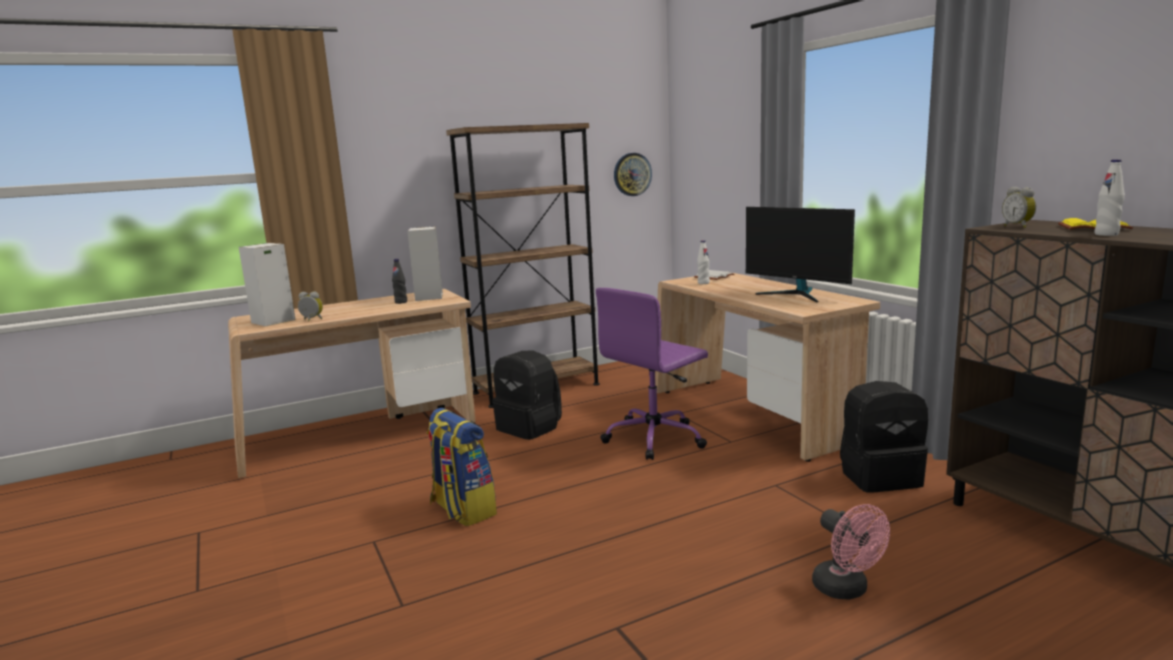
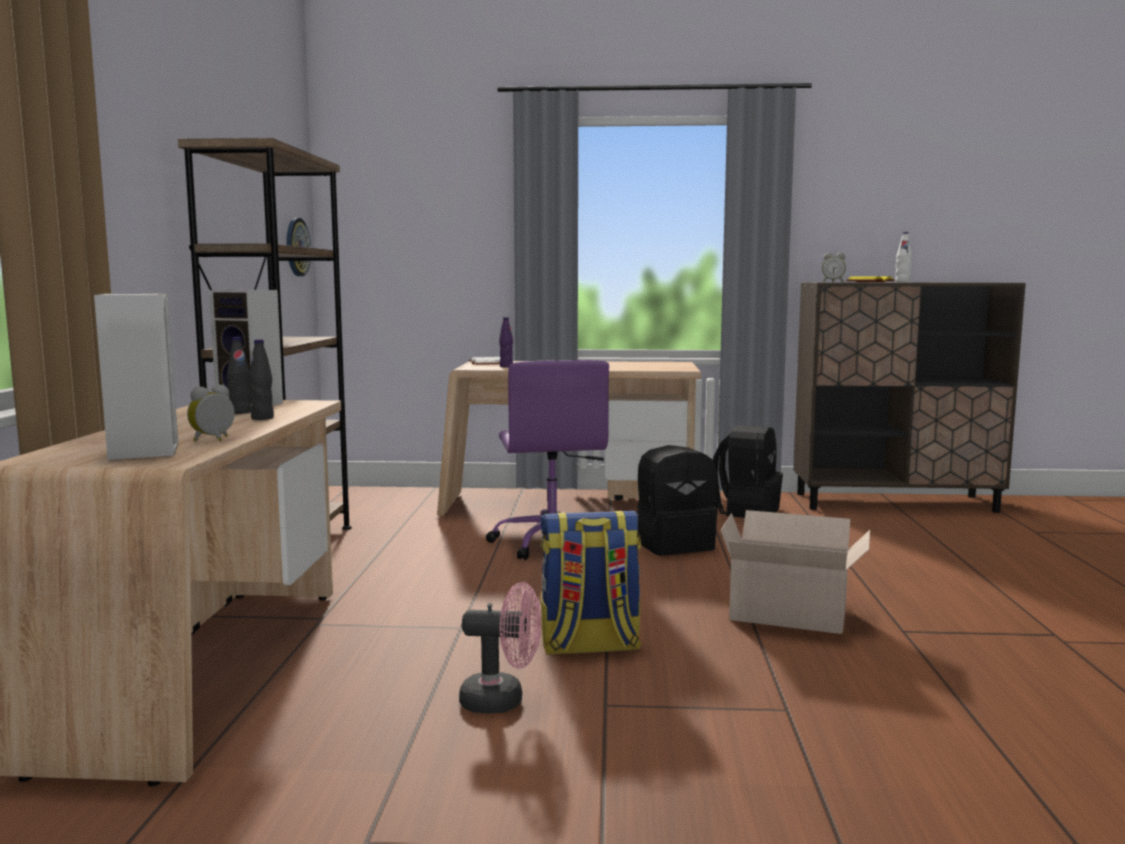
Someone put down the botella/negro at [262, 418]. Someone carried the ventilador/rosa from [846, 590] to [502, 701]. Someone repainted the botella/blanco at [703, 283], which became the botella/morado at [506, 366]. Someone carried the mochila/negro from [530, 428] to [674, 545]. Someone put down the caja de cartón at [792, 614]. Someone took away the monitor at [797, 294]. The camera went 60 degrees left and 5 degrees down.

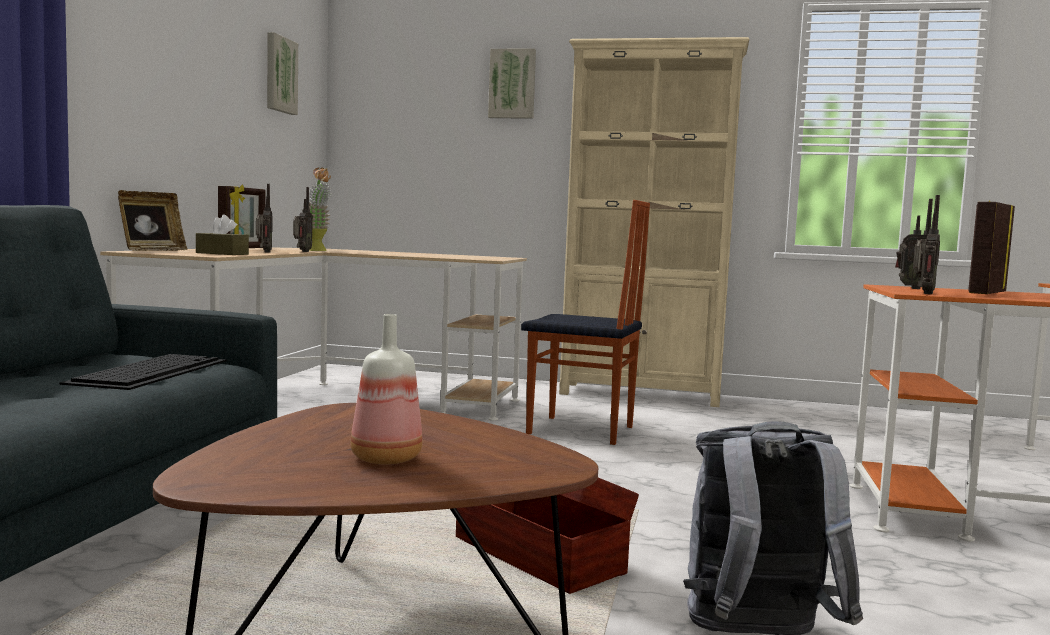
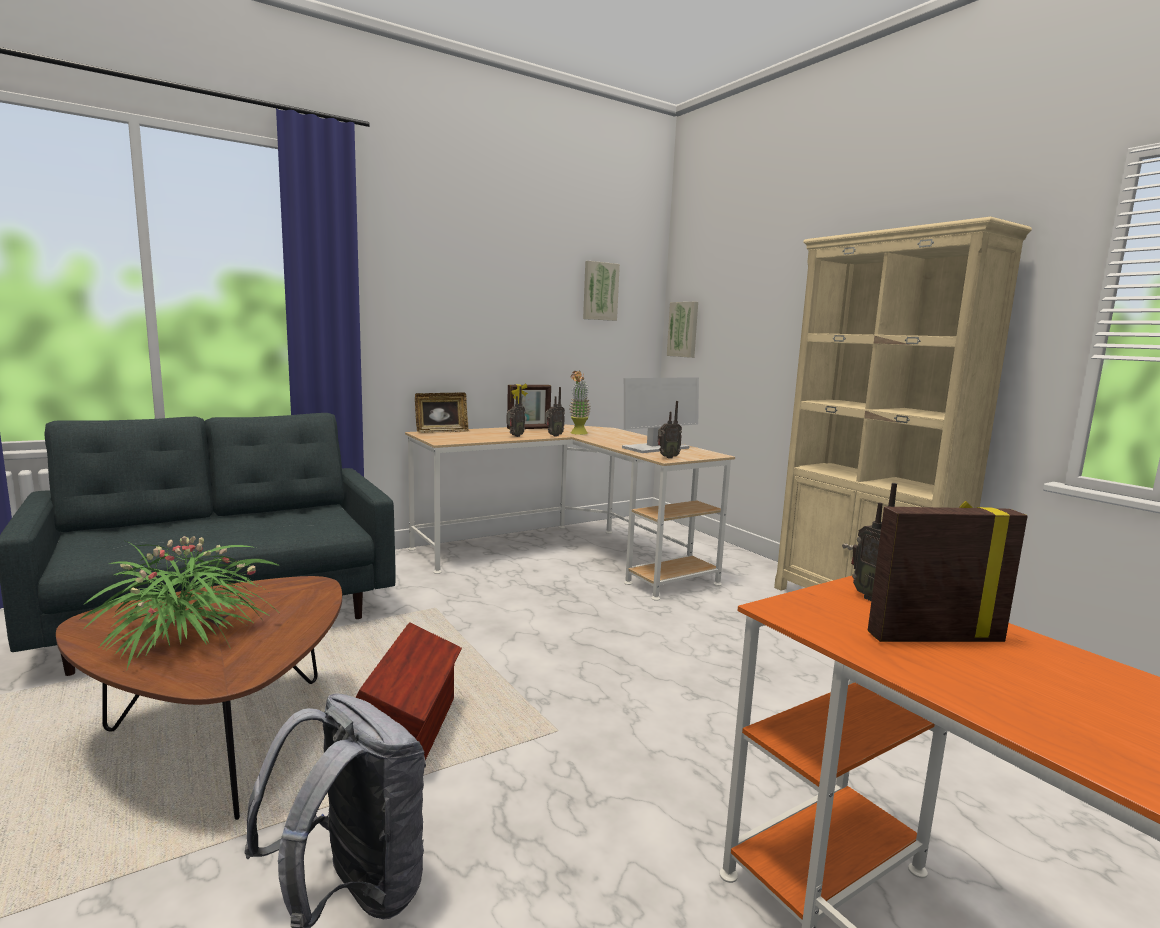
Someone swapped the botella at [386, 459] for the planta en maceta at [185, 634]. Someone put down the monitor at [655, 448]. Someone carried the radio from [922, 293] to [667, 457]. Someone carried the cuadro from [512, 84] to [684, 329]. Someone took away the teclado at [151, 371]. Someone took away the caja de pañuelos/marrón at [222, 253]. Someone took away the silla at [581, 431]. The camera went 45 degrees right and 5 degrees up.

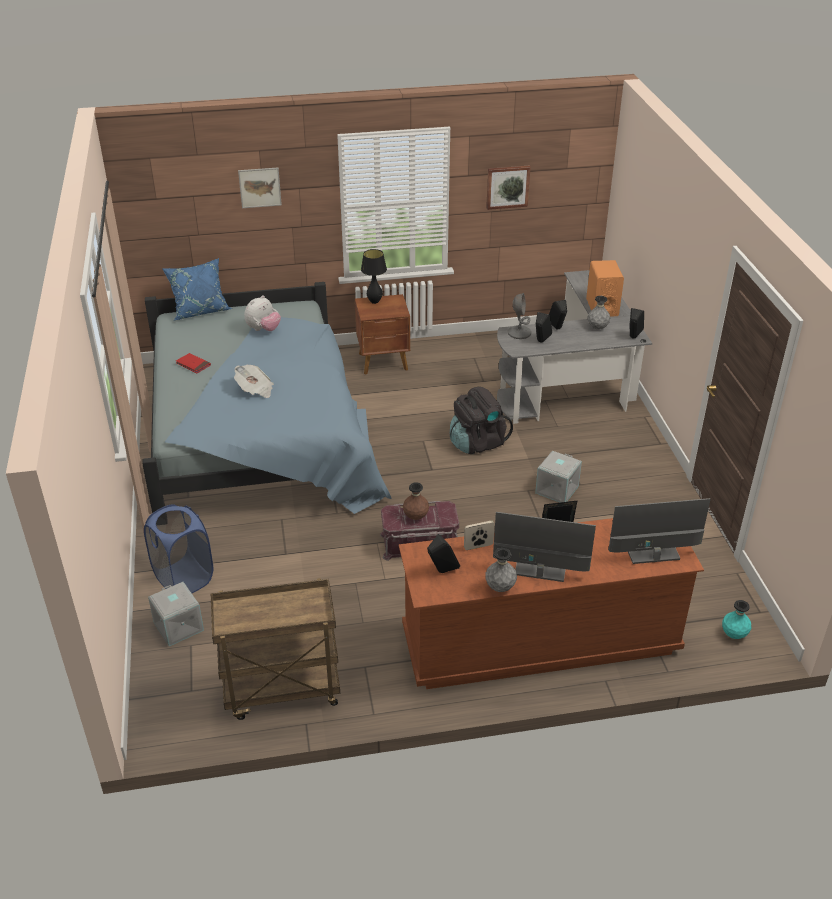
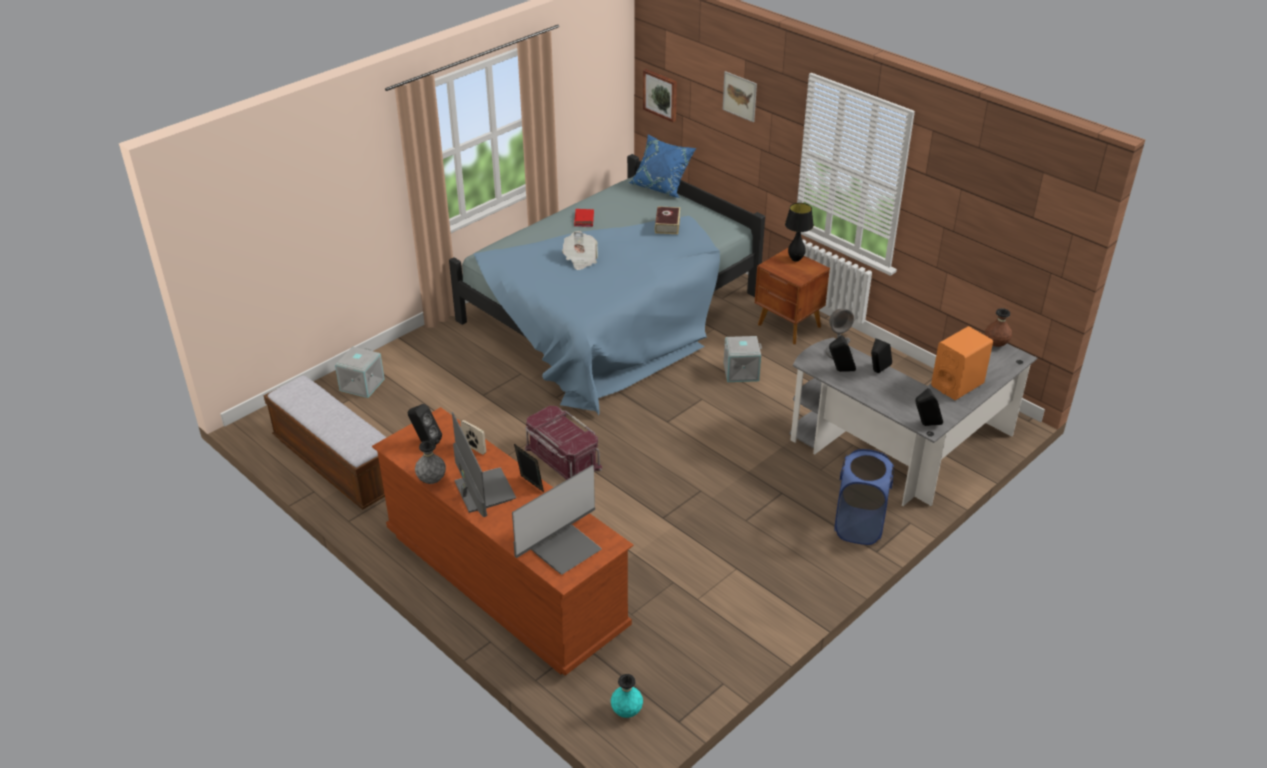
Someone swapped the carrito/marrón at [281, 691] for the banco at [336, 464]. Someone rotated the monitor at [649, 547] by 90 degrees clockwise. Someone carried the cuadro from [507, 186] to [661, 95]. Someone swapped the peluche at [263, 329] for the libro at [667, 225]. Someone carried the caja de almacenaje/gris from [556, 489] to [741, 371]. Someone carried the cesto de la ropa/azul from [183, 578] to [858, 526]. Someone carried the florero/marrón from [416, 517] to [996, 344]. Someone took away the mochila/negro at [477, 443]. Someone took away the florero/gris at [597, 328]. The camera went 55 degrees right and 0 degrees up.

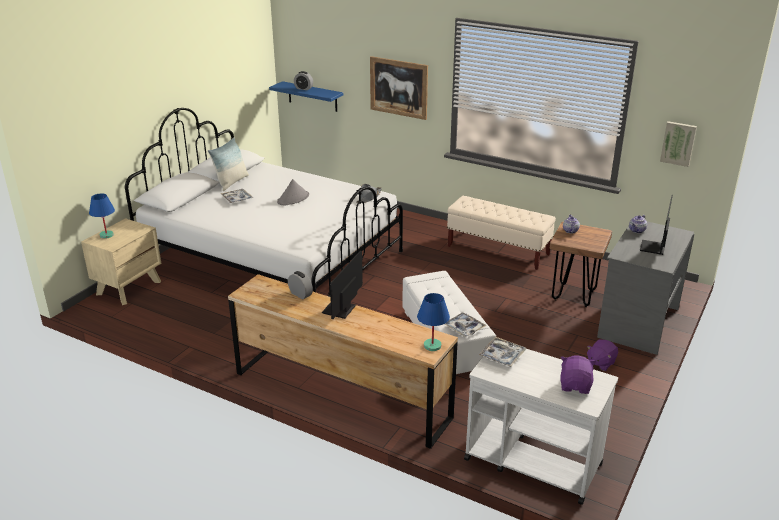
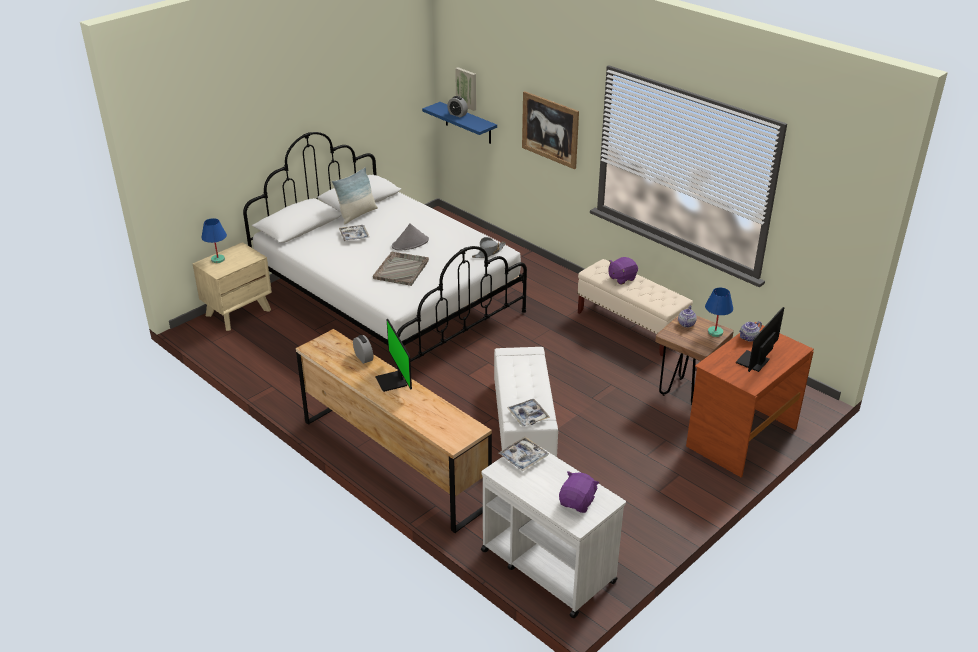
Someone put down the bandeja/gris at [401, 269]. Someone rotated the monitor at [340, 310] by 60 degrees counterclockwise. Someone carried the cuadro from [678, 143] to [467, 88]. Someone carried the peluche/morado from [600, 363] to [621, 278]. Someone repainted the escritorio/gris at [637, 322], which became the escritorio/marrón at [740, 436]. Someone carried the lámpara de mesa/azul from [432, 345] to [715, 332]. The camera went 15 degrees right and 5 degrees up.

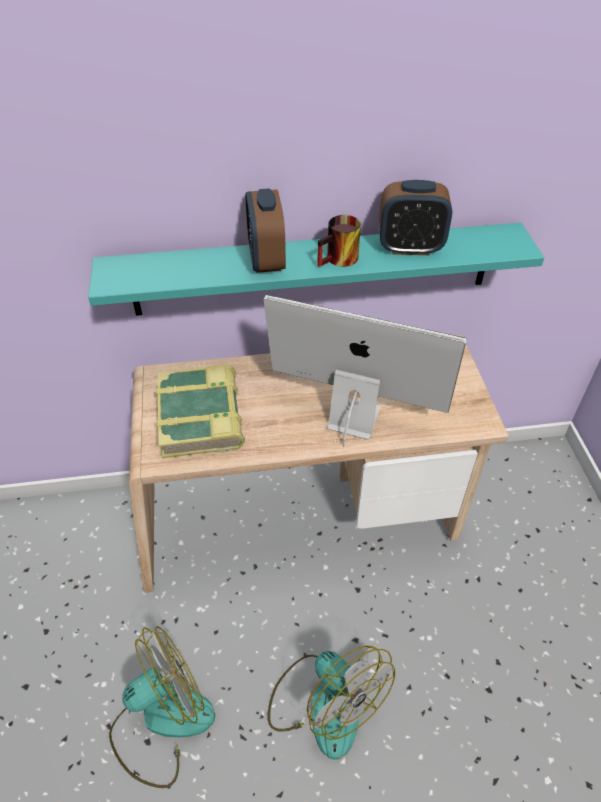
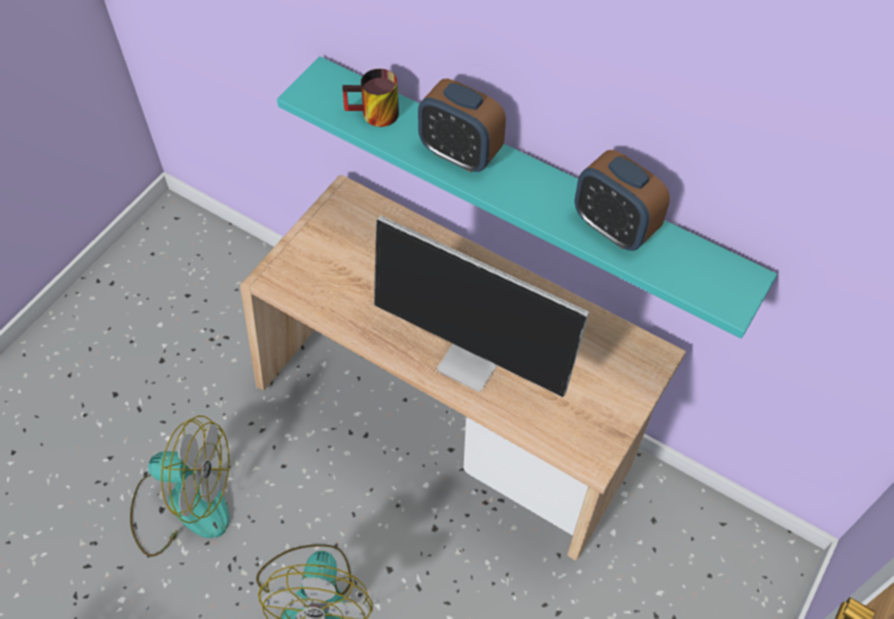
Someone carried the taza grande from [340, 261] to [374, 116]. Someone rotated the monitor at [352, 418] by 150 degrees clockwise. Someone rotated the despertador at [266, 260] by 90 degrees counterclockwise. Someone took away the libro at [201, 417]. The camera went 40 degrees right and 10 degrees up.

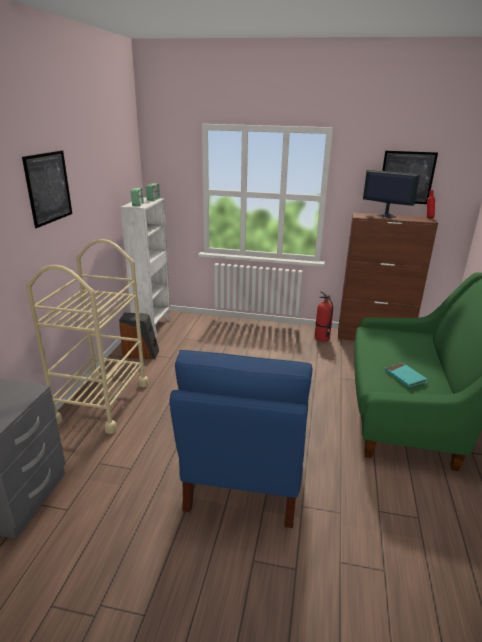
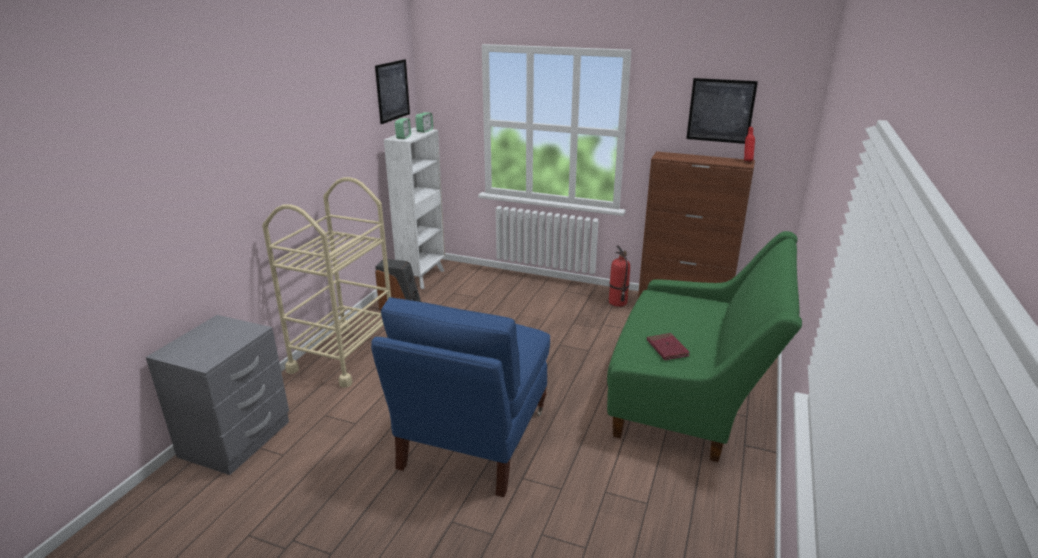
Someone carried the cuadro from [48, 188] to [392, 91]. Someone repainted the libro/turquesa at [404, 376], which became the libro/rojo at [667, 348]. Someone took away the monitor at [385, 216]. The camera went 10 degrees right and 0 degrees up.

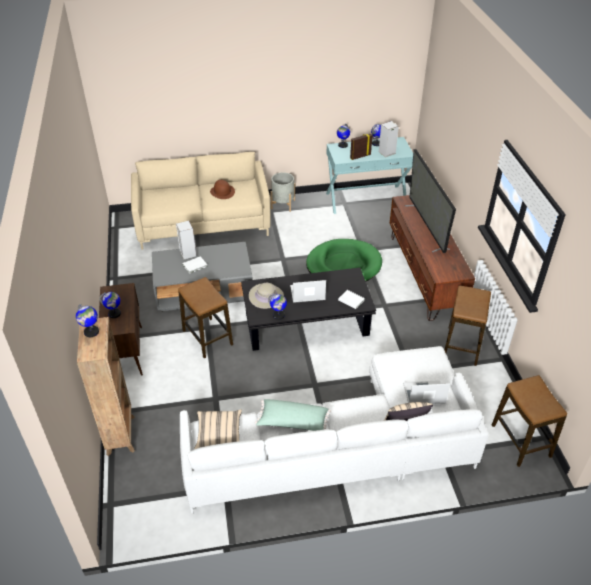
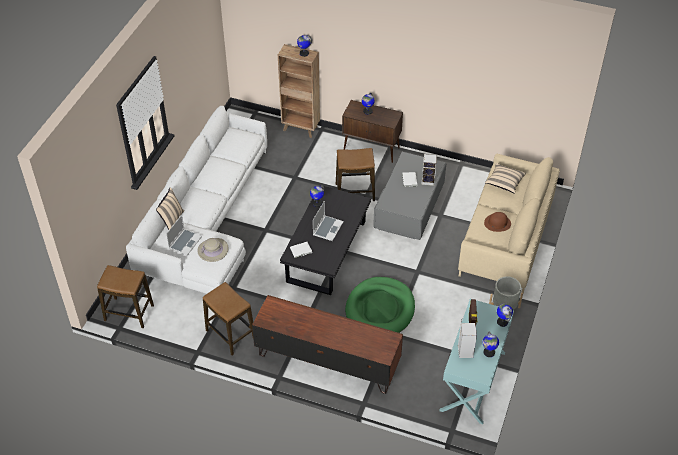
Someone carried the sombrero/beis from [266, 296] to [213, 250]. Someone carried the cojín/beis from [219, 435] to [504, 182]. Someone took away the cojín/verde at [293, 422]. Someone took away the televisor at [426, 226]. The camera went 120 degrees right and 5 degrees up.

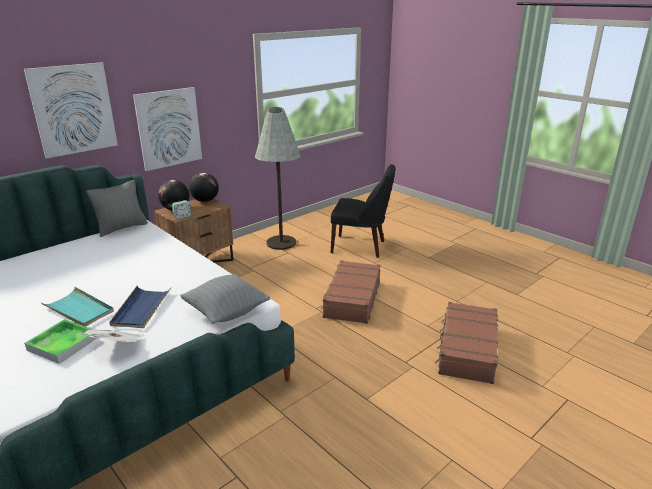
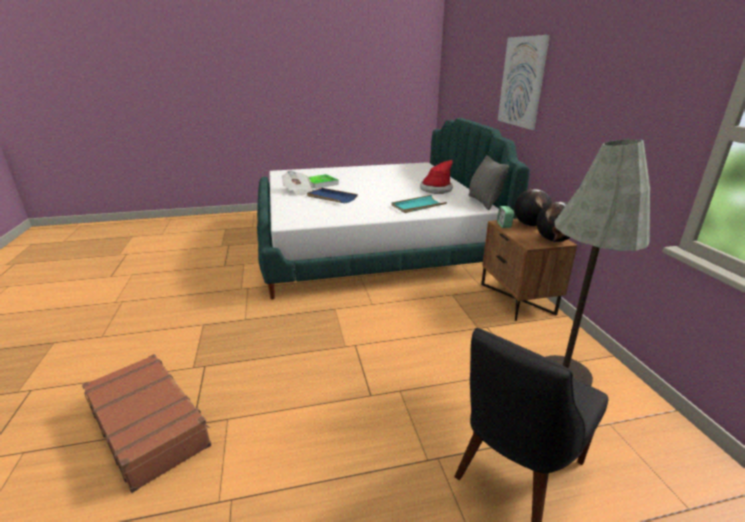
Someone carried the bandeja/turquesa from [79, 309] to [418, 206]. Someone put down the sombrero at [436, 189]. Someone took away the cuadro at [169, 128]. Someone took away the cojín/gris at [226, 312]. Someone took away the maleta/marrón at [352, 299]. The camera went 120 degrees right and 0 degrees up.

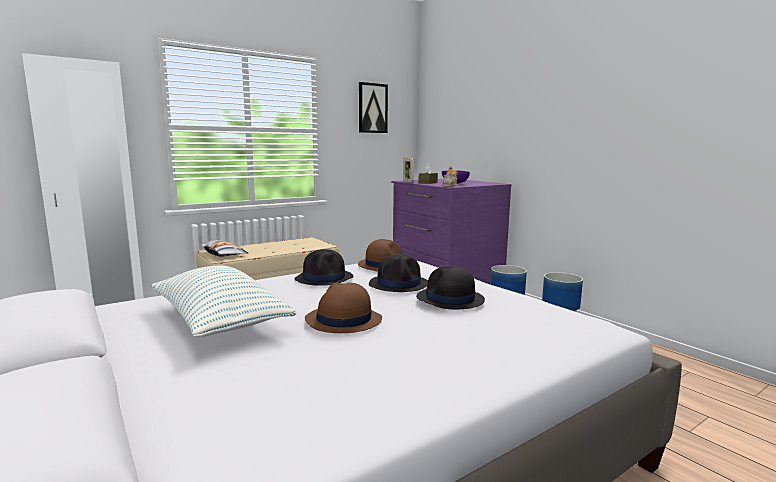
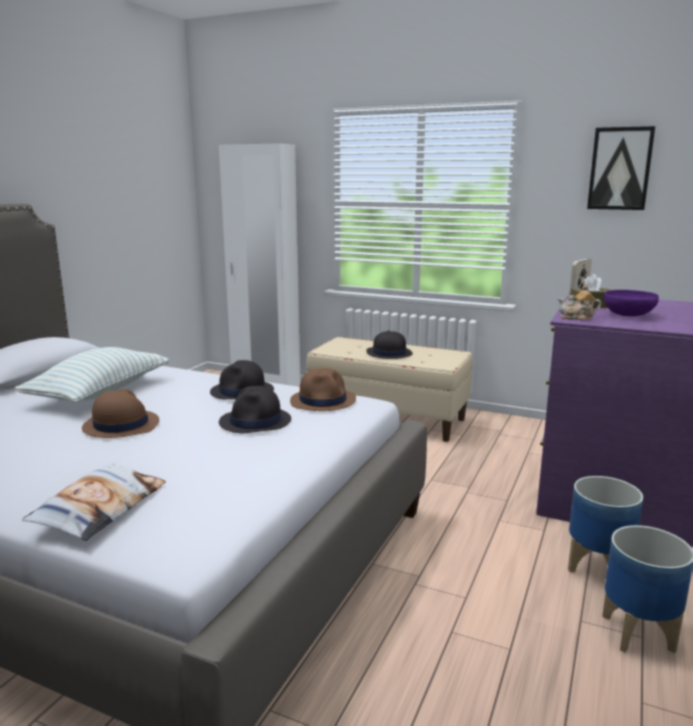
Someone carried the cojín from [223, 254] to [100, 509]. Someone carried the sombrero/negro from [450, 299] to [389, 353]. The camera went 60 degrees right and 5 degrees up.

